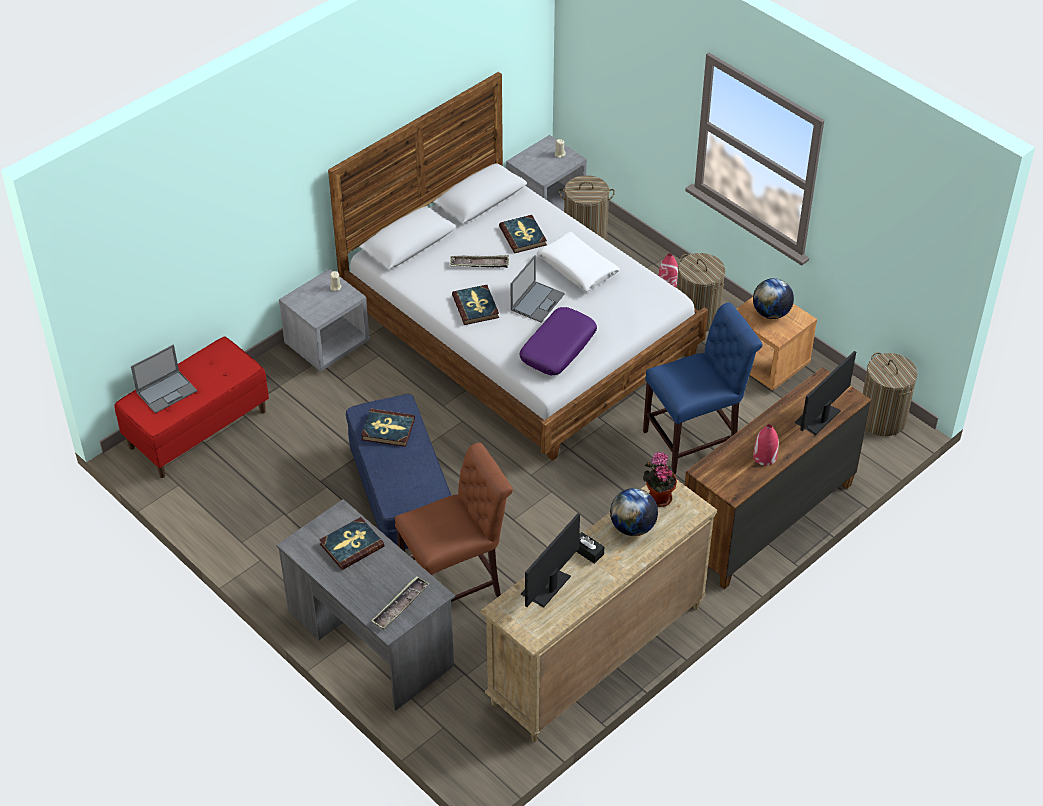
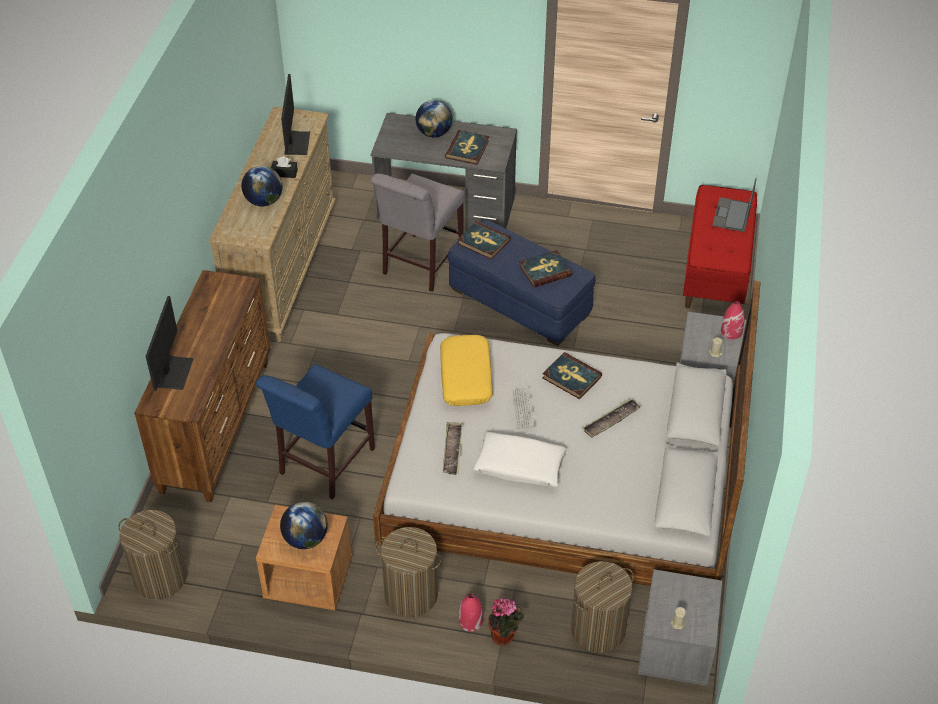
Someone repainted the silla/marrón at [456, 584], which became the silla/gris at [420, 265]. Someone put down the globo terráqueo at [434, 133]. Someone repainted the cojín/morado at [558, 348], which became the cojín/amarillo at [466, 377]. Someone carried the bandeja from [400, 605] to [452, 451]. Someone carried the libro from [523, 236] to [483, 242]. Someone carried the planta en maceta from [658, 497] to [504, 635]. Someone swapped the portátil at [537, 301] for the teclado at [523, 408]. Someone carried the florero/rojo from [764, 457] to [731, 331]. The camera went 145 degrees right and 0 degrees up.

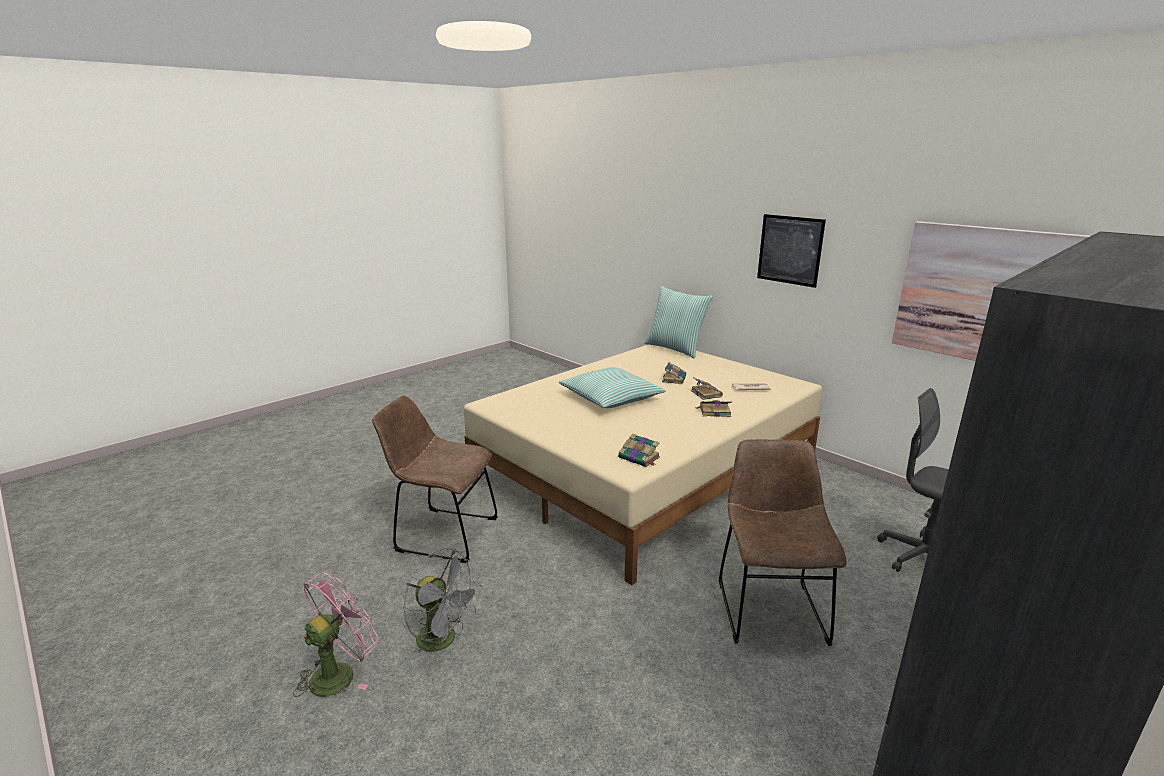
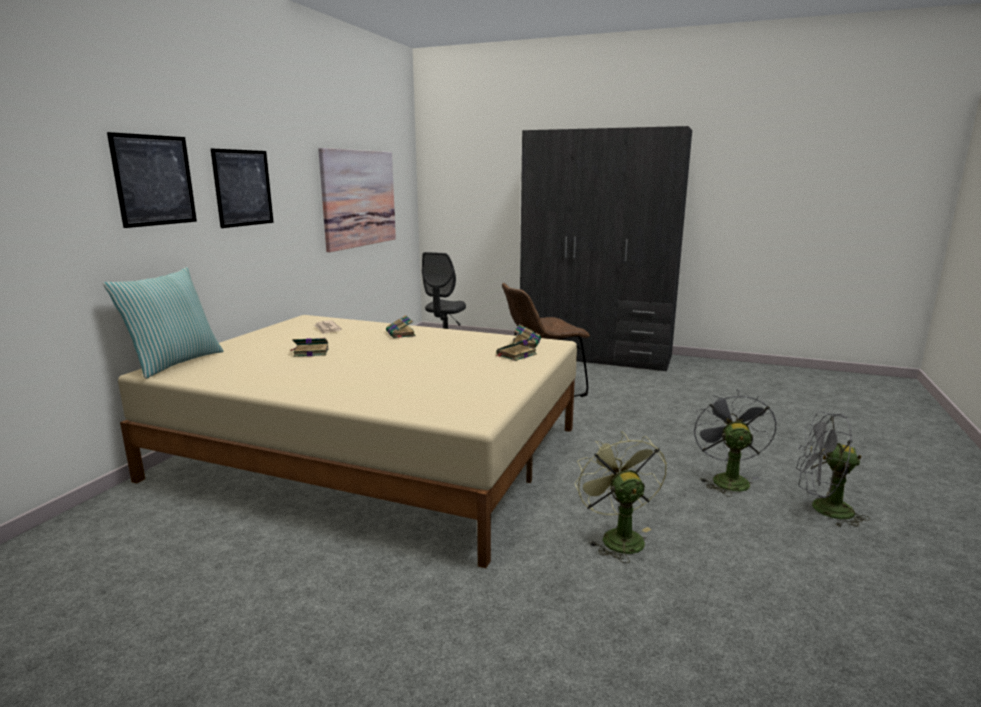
Someone put up the cuadro at [154, 180]. Someone carried the libro from [705, 393] to [516, 355]. Someone swapped the silla/marrón at [442, 534] for the ventilador/verde at [617, 536]. Someone repainted the ventilador/rosa at [340, 672], which became the ventilador/gris at [823, 509]. Someone took away the cojín at [610, 398]. The camera went 115 degrees left and 5 degrees down.

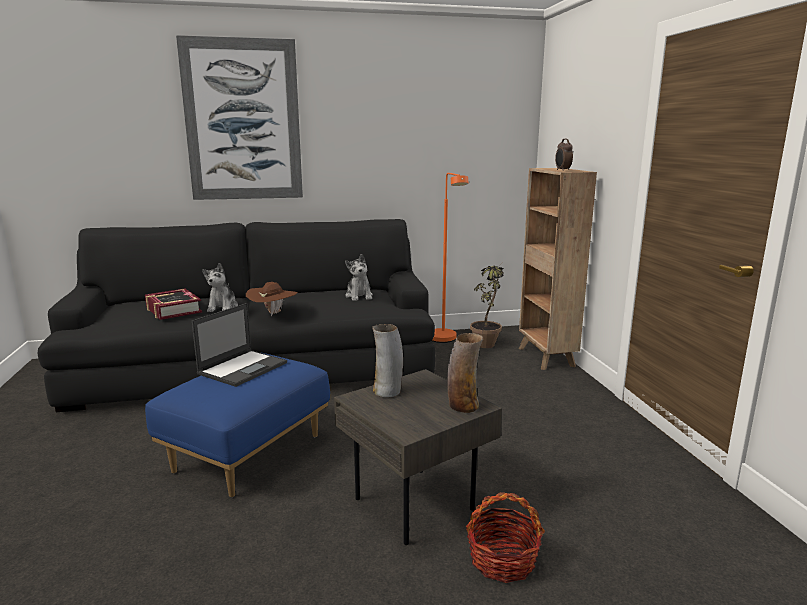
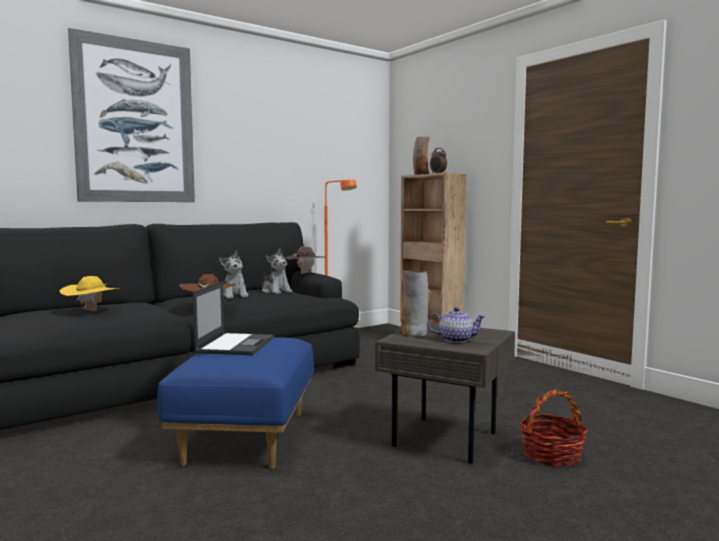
Someone swapped the libro at [173, 310] for the sombrero/amarillo at [92, 312]. Someone carried the peluche from [223, 307] to [234, 296]. Someone put down the sombrero/marrón at [305, 273]. Someone carried the florero from [463, 406] to [421, 174]. Someone put down the tetera at [455, 340]. Someone took away the planta en maceta at [487, 342]. The camera went 25 degrees left and 10 degrees down.

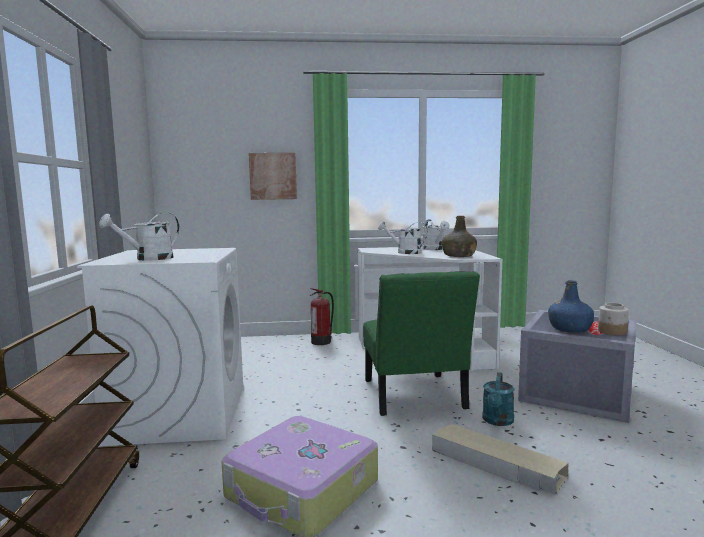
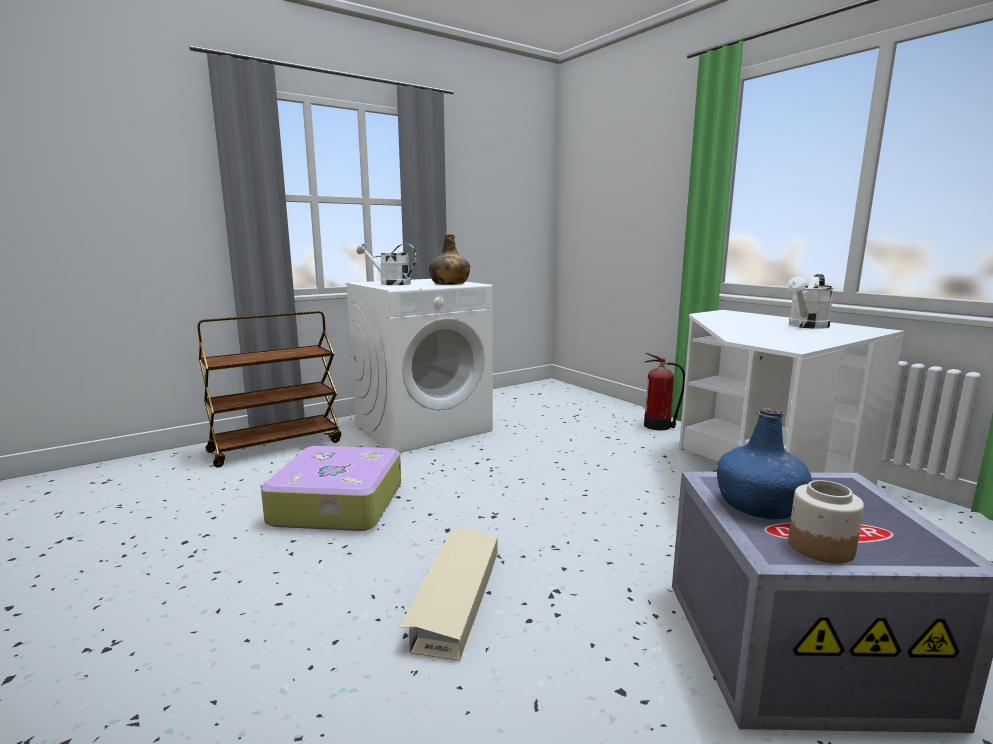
Someone carried the botella/verde from [459, 256] to [449, 284]. Someone took away the cuadro at [273, 176]. Someone took away the silla/verde at [414, 397]. Someone took away the regadera/blanco at [404, 252]. Someone took away the regadera/turquesa at [497, 421]. The camera went 60 degrees right and 5 degrees up.

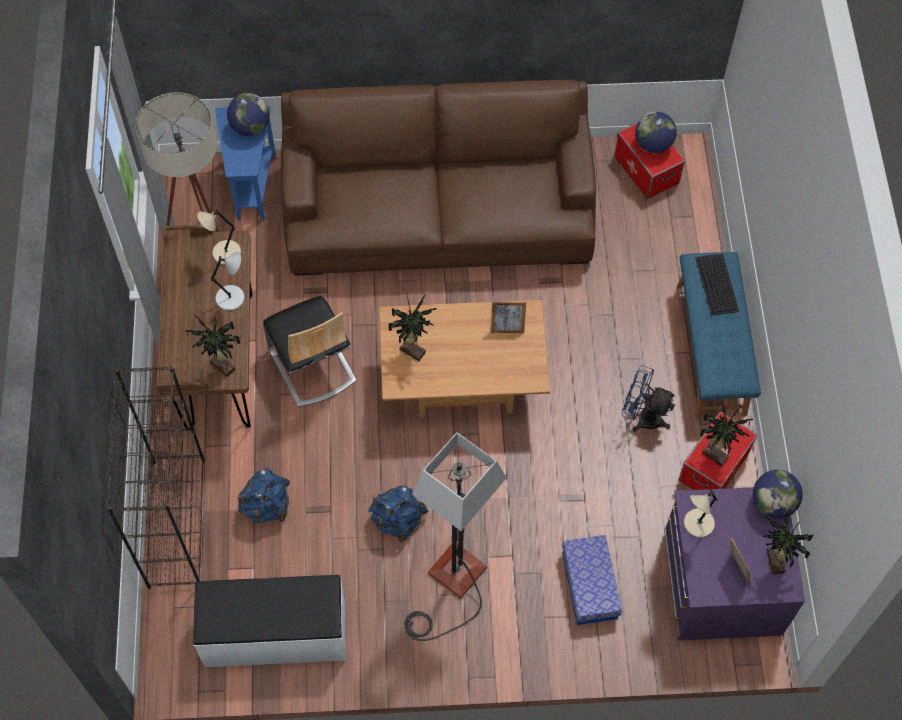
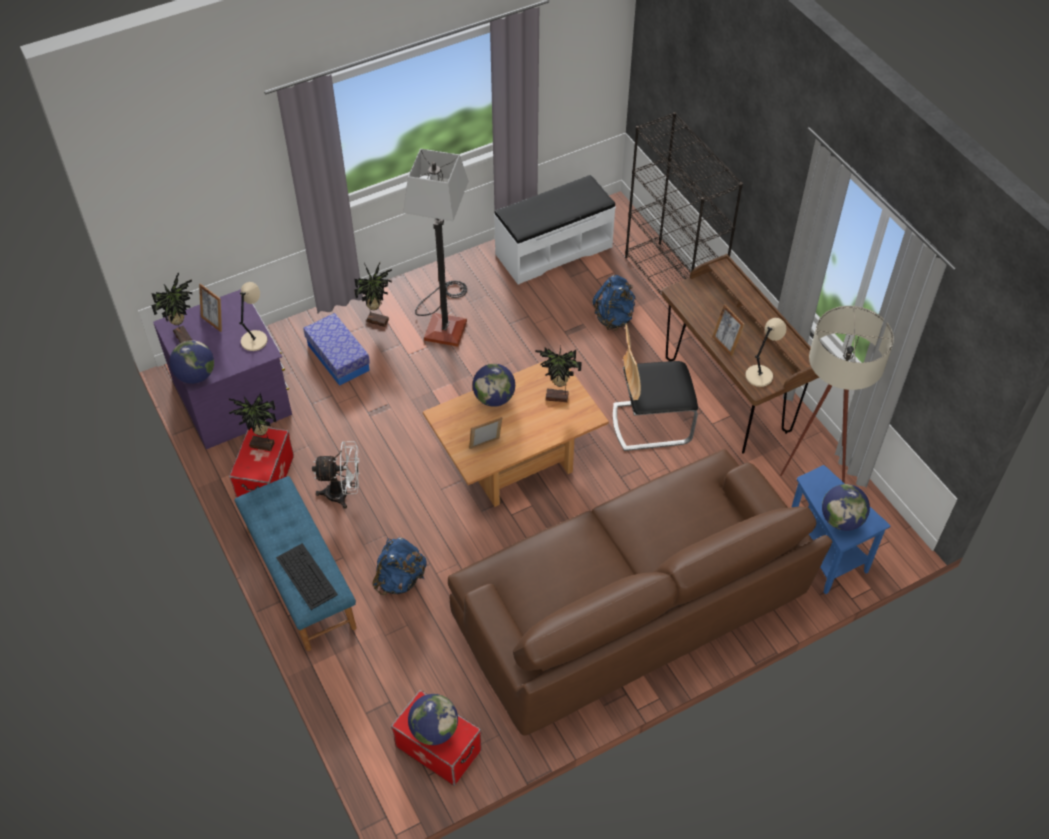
Someone repainted the ventilador/azul at [642, 417], which became the ventilador/blanco at [343, 493]. Someone carried the planta en maceta from [222, 367] to [377, 320]. Someone carried the mochila/azul from [398, 520] to [400, 579]. Someone put down the globo terráqueo at [494, 398]. Someone rotated the silla at [312, 366] by 45 degrees counterclockwise. Someone swapped the lámpara de mesa/gris at [232, 298] for the portarretratos at [725, 344]. The camera went 155 degrees right and 10 degrees down.

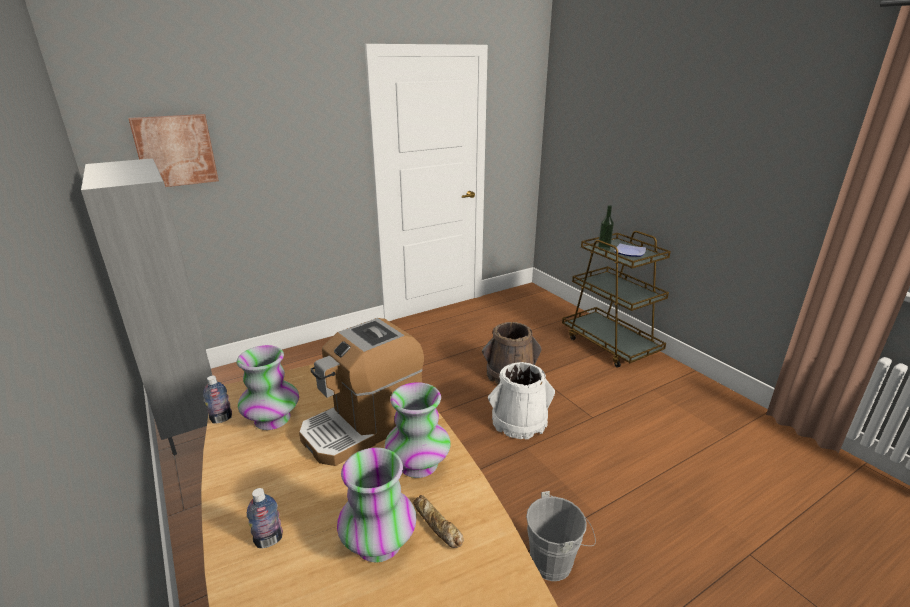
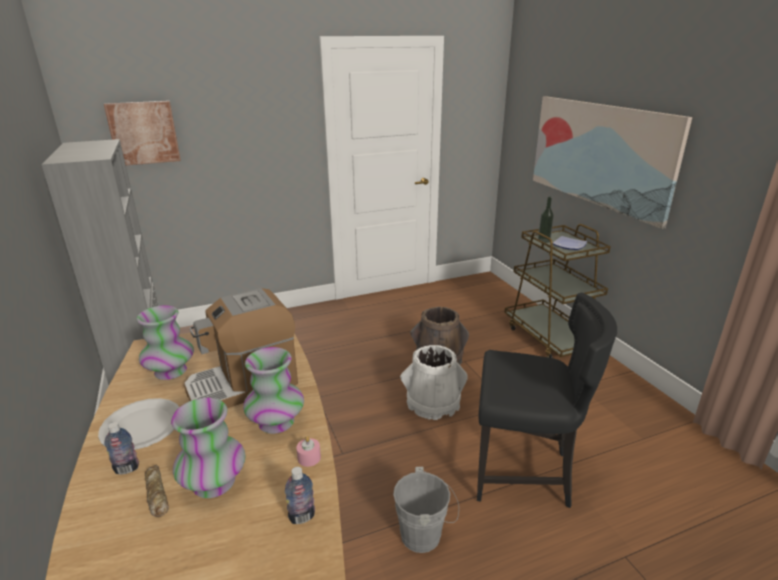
Someone put down the plato/blanco at [142, 426]. Someone carried the pan from [437, 525] to [156, 494]. Someone carried the botella from [221, 419] to [302, 517]. Someone put down the vela/rosa at [309, 458]. Someone put down the silla/negro at [524, 473]. Someone put up the cuadro at [599, 154]. The camera went 10 degrees right and 0 degrees up.

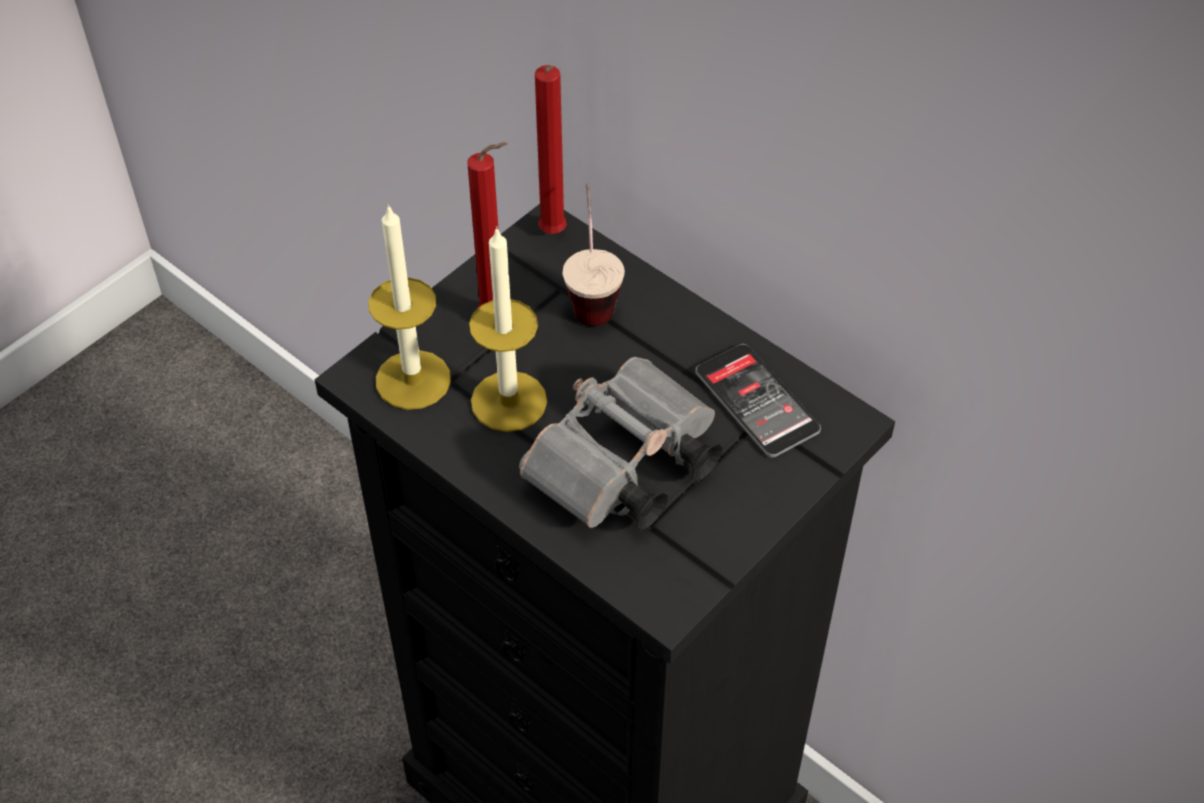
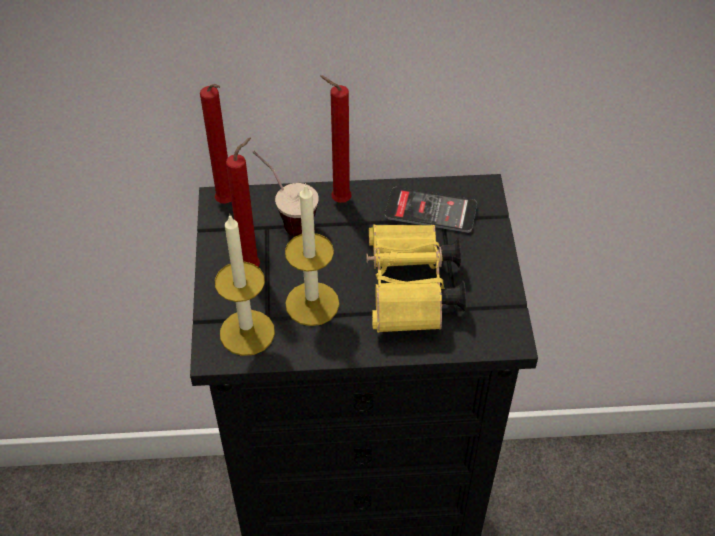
Someone put down the vela/rojo at [338, 200]. Someone repainted the prismáticos/gris at [622, 471], which became the prismáticos/amarillo at [411, 293]. The camera went 45 degrees left and 0 degrees up.

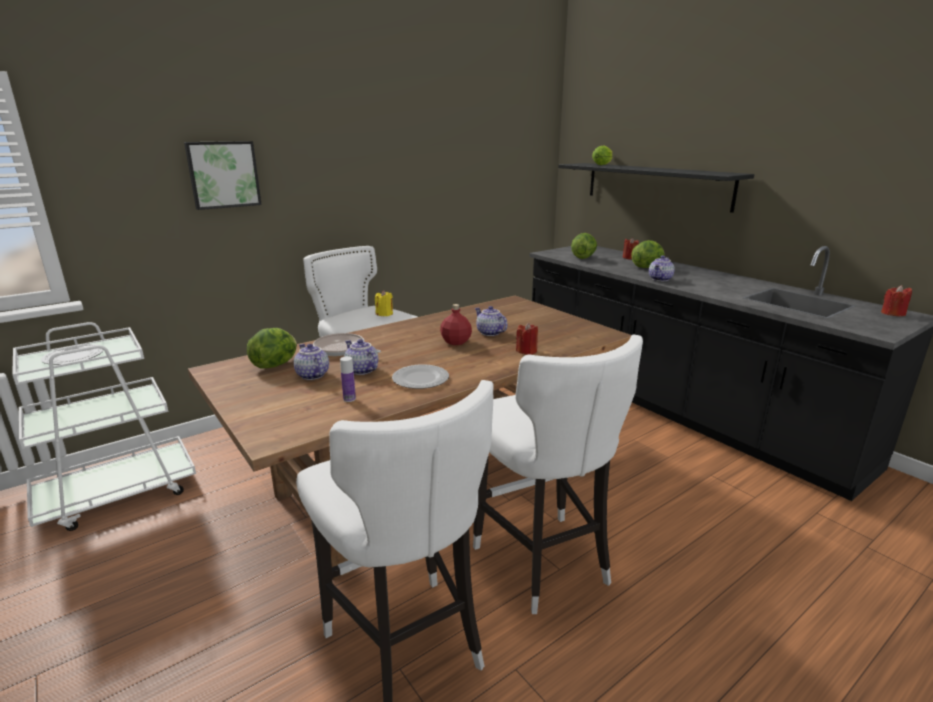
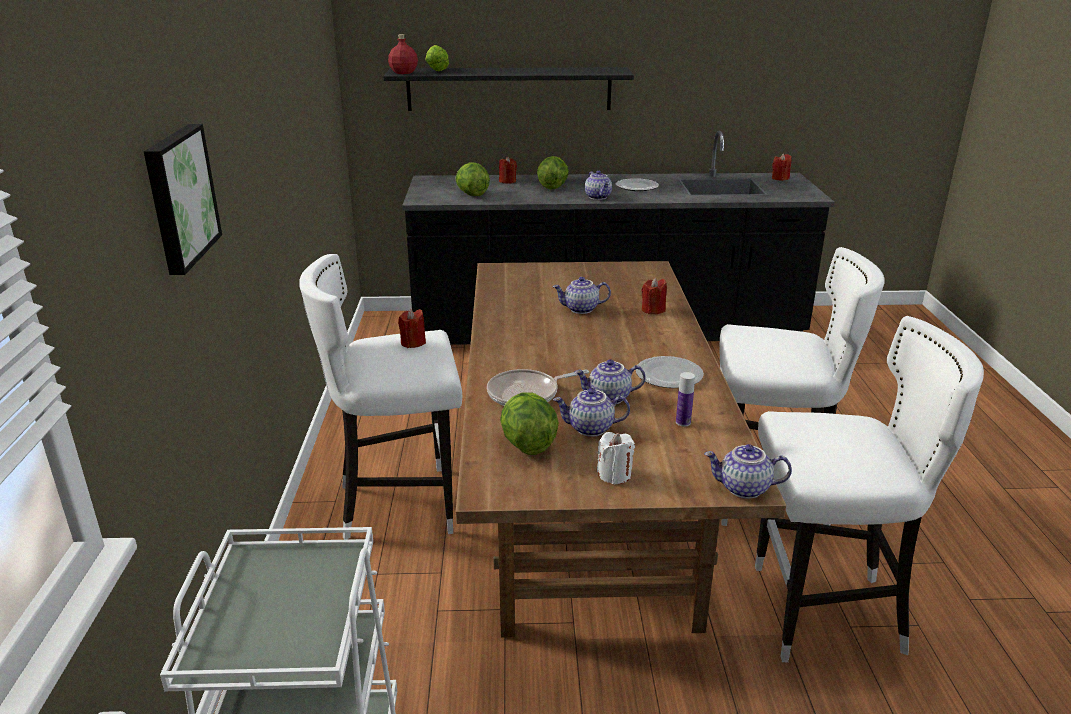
Someone carried the botella/rojo from [456, 342] to [404, 72]. Someone repainted the vela/amarillo at [384, 314], which became the vela/rojo at [413, 343]. Someone put down the vela/blanco at [614, 474]. Someone carried the plato from [74, 356] to [636, 187]. Someone put down the tetera at [743, 489]. The camera went 55 degrees left and 5 degrees up.

